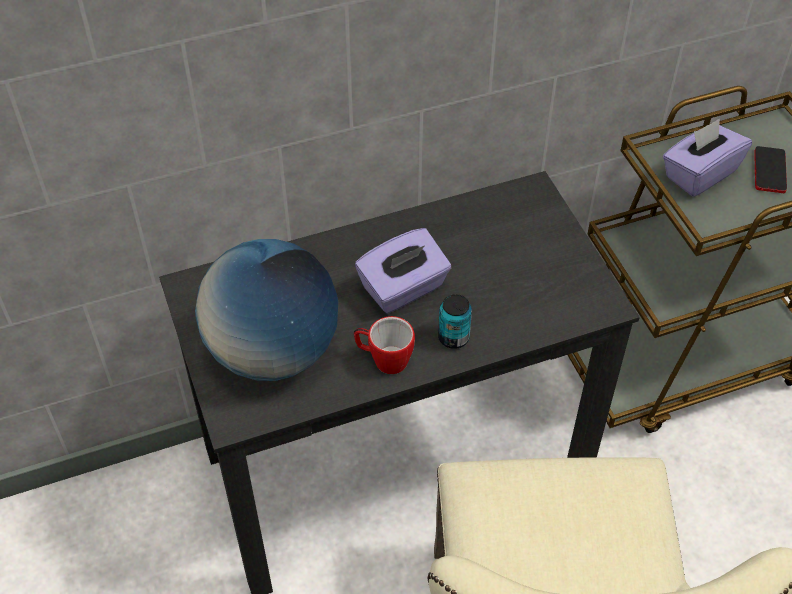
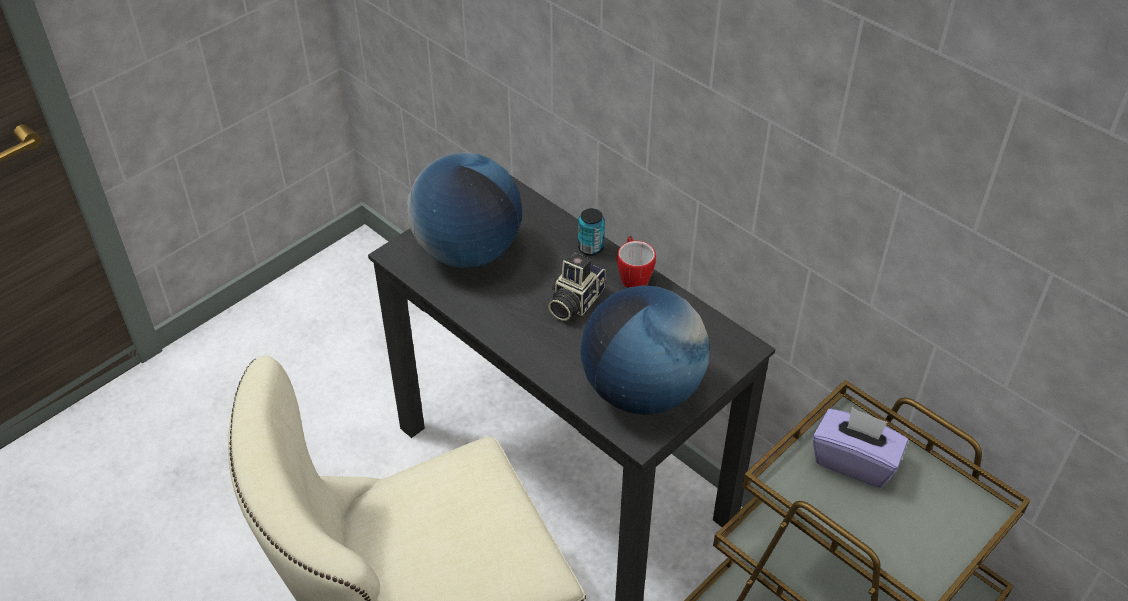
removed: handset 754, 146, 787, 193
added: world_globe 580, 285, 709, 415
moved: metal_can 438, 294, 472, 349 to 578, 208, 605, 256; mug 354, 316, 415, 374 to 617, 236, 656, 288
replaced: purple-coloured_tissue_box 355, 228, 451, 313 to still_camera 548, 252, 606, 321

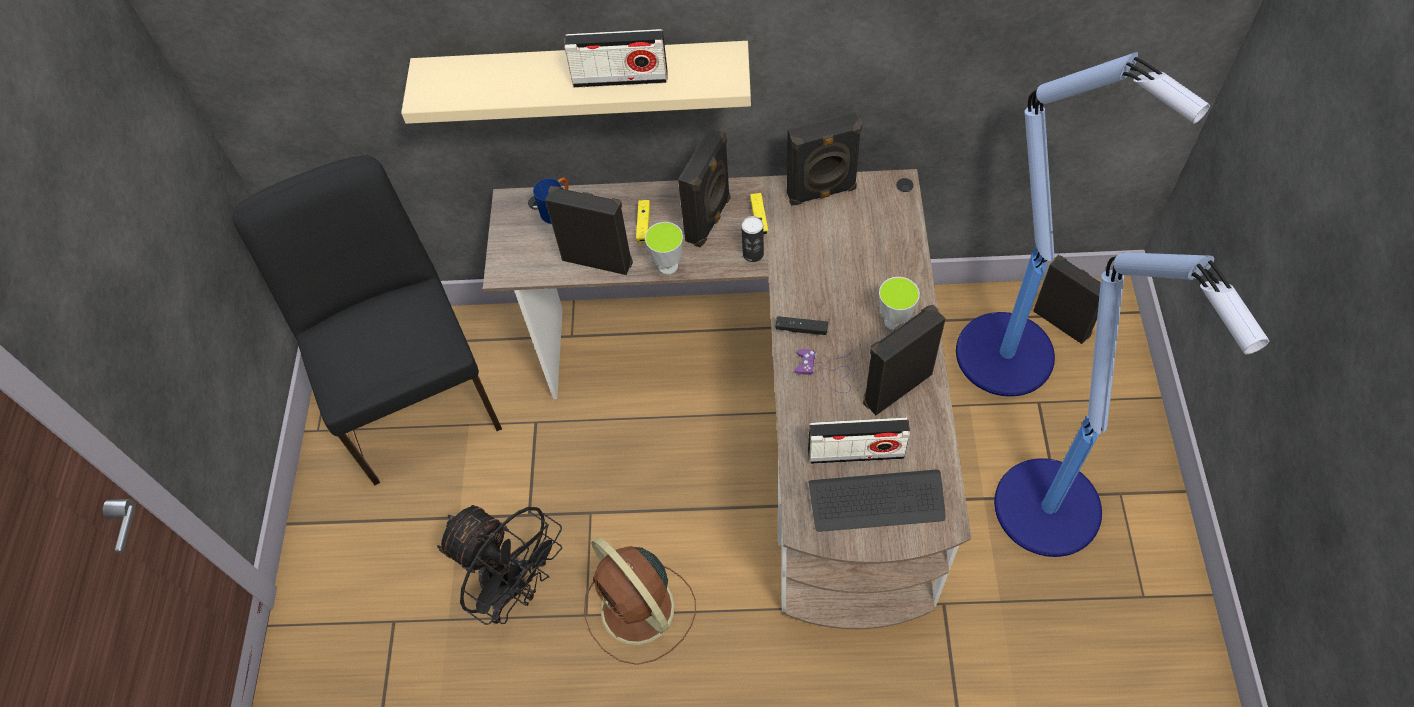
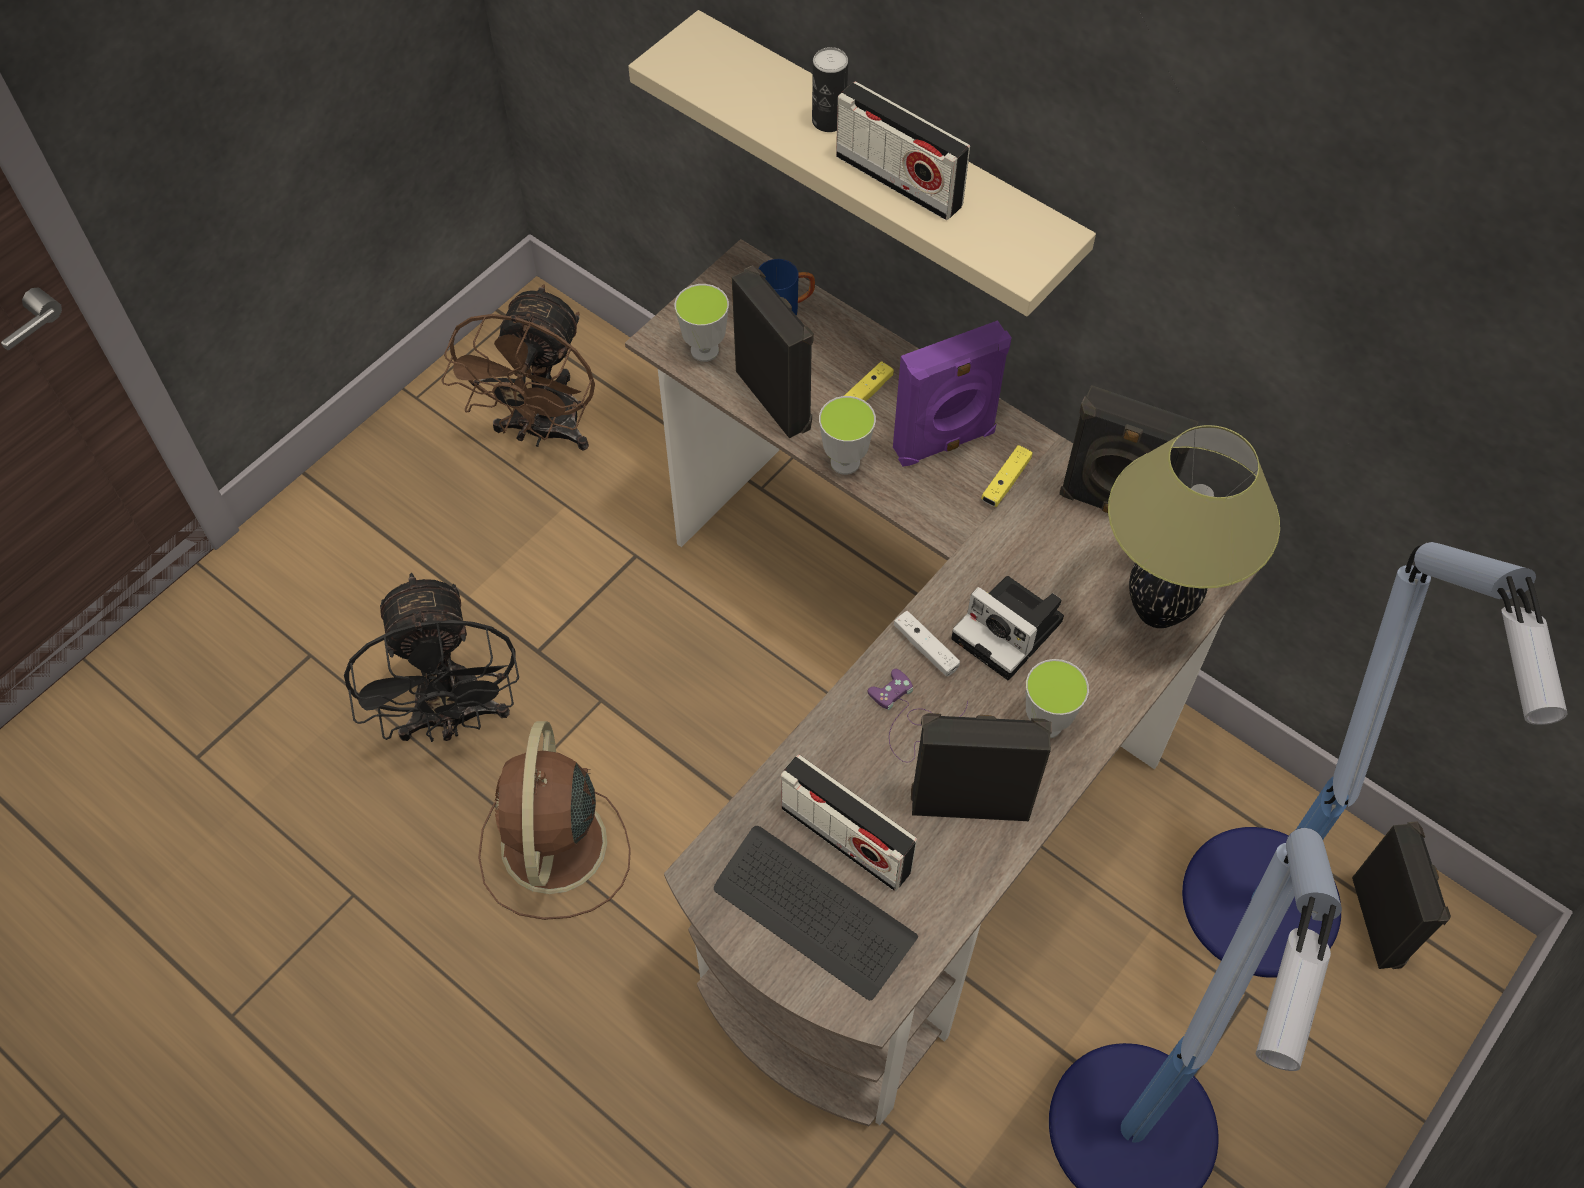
added: cup 675, 284, 729, 362; still_camera 951, 576, 1064, 680; table_lamp 1108, 425, 1280, 628
moved: metal_can 741, 216, 764, 262 to 812, 47, 848, 132
replaced: black_upright_chair 233, 155, 502, 485 to brown_cooling_fan 441, 284, 595, 451
recoloured: black_speaker 678, 128, 731, 247 to purple-coloured_speaker 893, 320, 1012, 466; black_gamepad 776, 316, 828, 335 to white-coloured_gamepad 894, 611, 960, 677

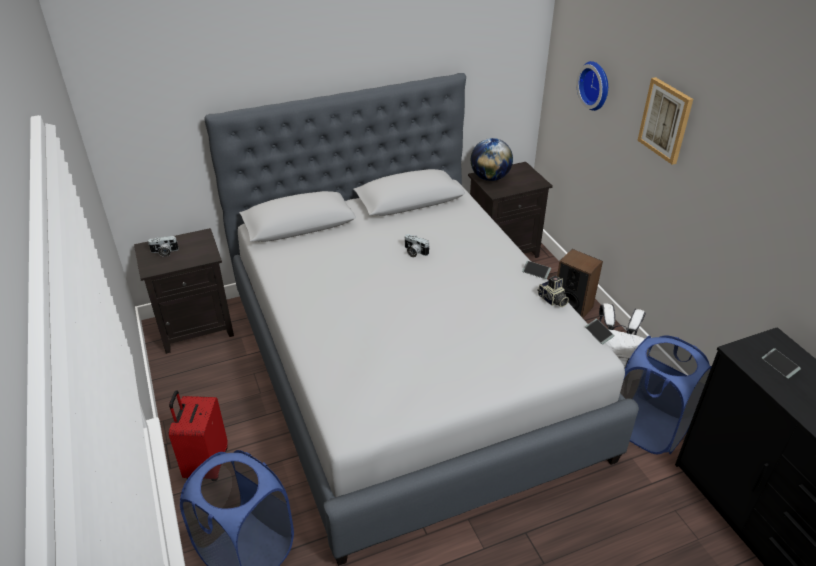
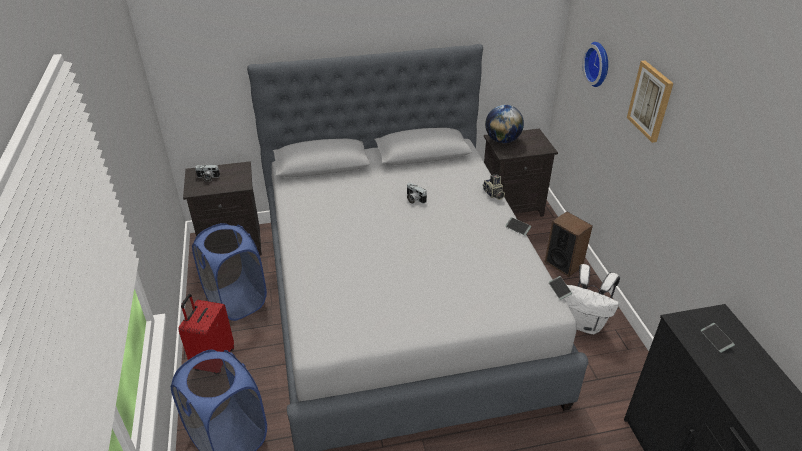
moved: bluish_hamper 620, 335, 712, 454 to 192, 223, 267, 321; still_camera 537, 275, 569, 307 to 482, 174, 505, 200

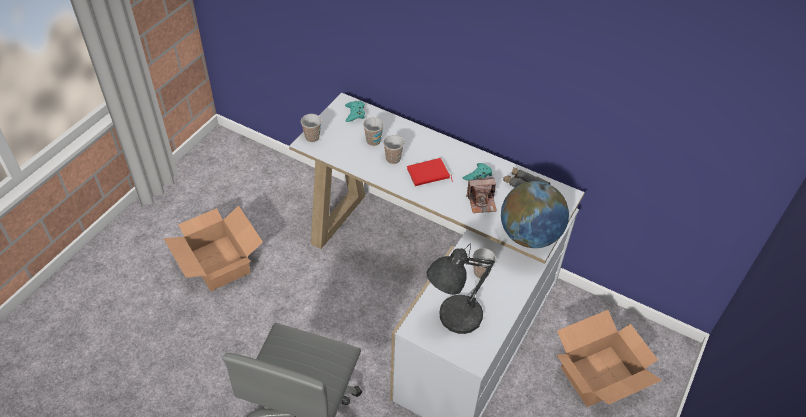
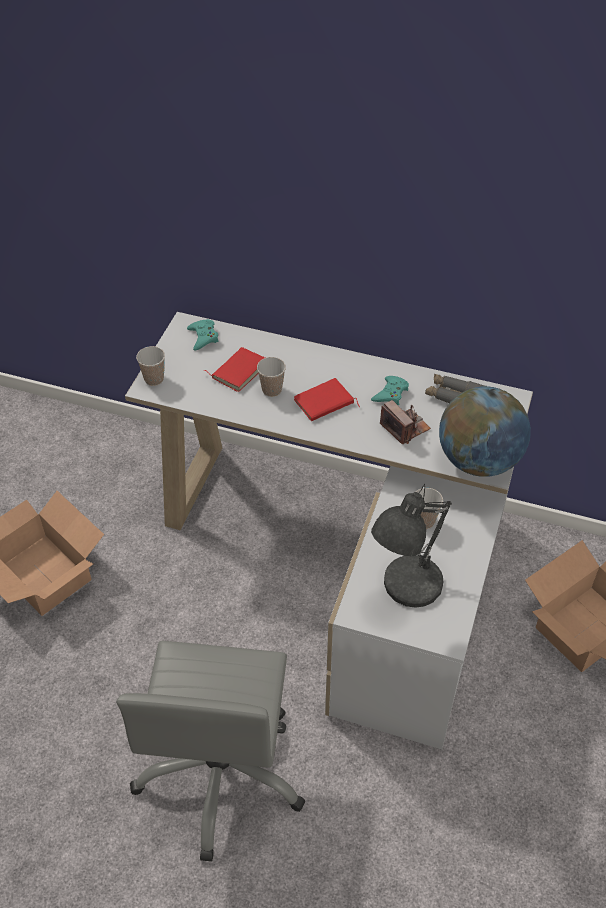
replaced: cup 363, 117, 384, 146 to red-coloured_book 204, 347, 265, 392
turned: still_camera 466, 177, 497, 213 = 380, 400, 431, 444 105 degrees counterclockwise

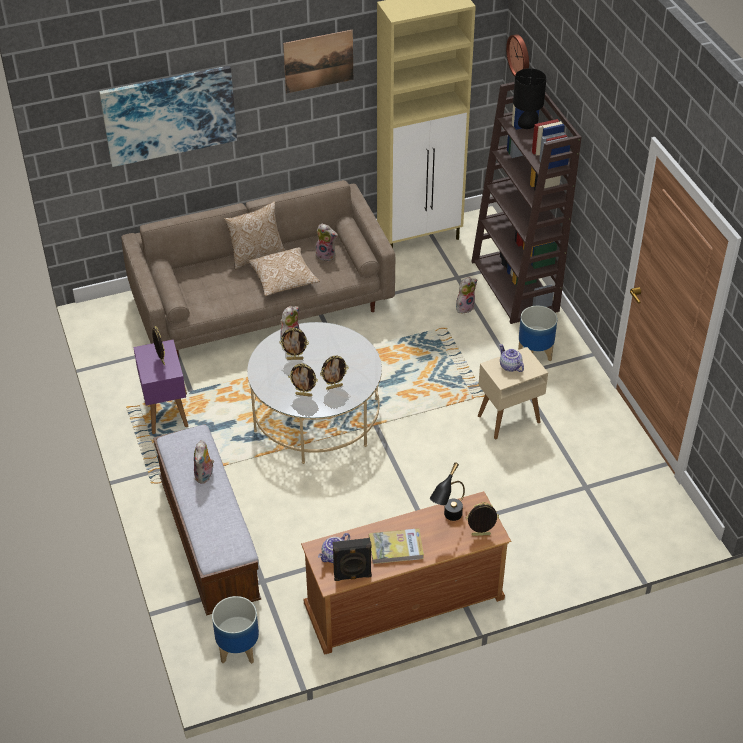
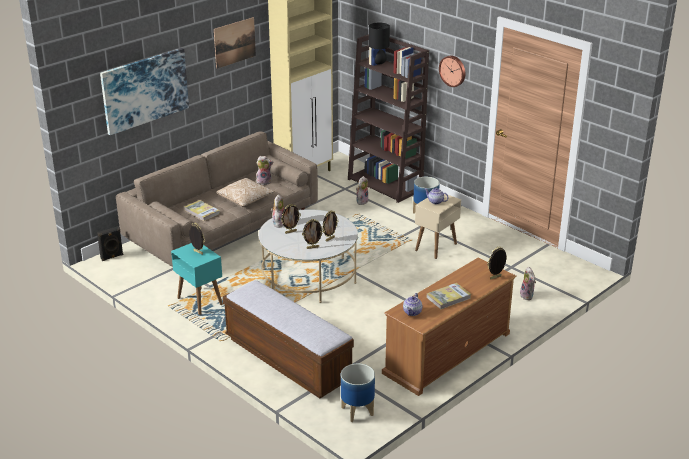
removed: pillow 224, 202, 286, 269; black_table_lamp 430, 463, 465, 521
added: book 184, 200, 220, 221
moved: black_speaker 333, 538, 372, 581 to 97, 226, 123, 261; wall_clock 506, 34, 529, 77 to 439, 56, 465, 87; soft_toy 194, 440, 214, 484 to 520, 267, 536, 300
recoloured: purple-coloured_accent_table 133, 340, 188, 434 to blue-green_accent_table 171, 243, 223, 315

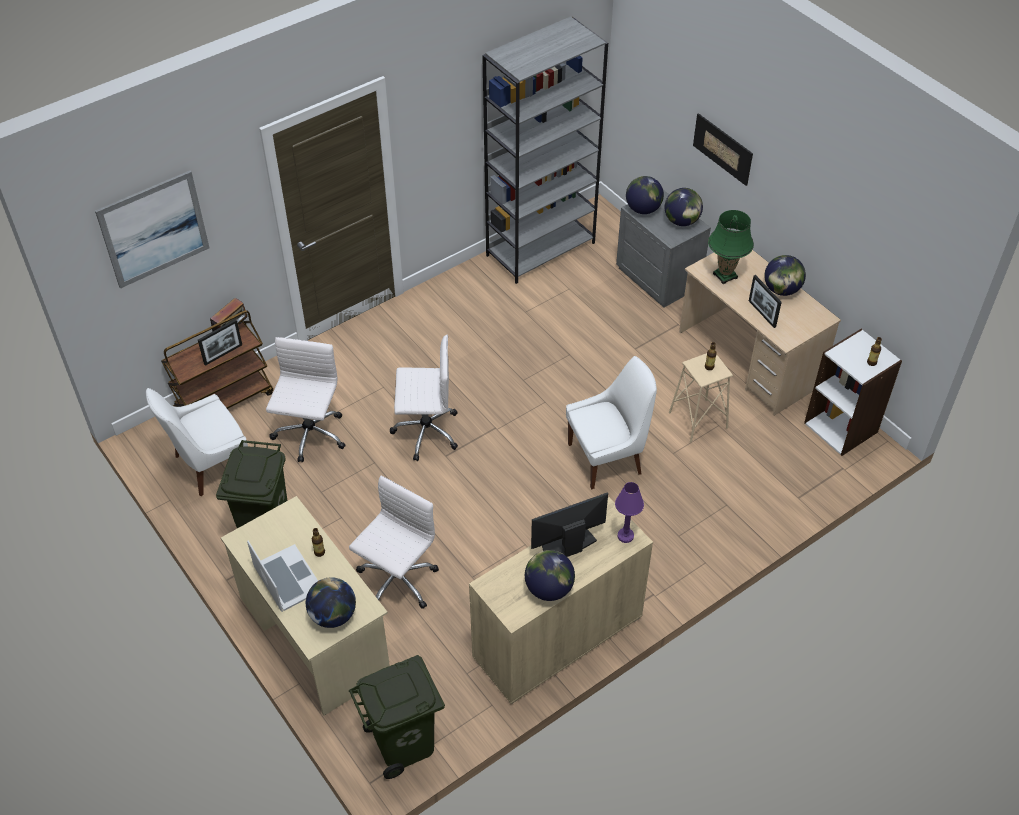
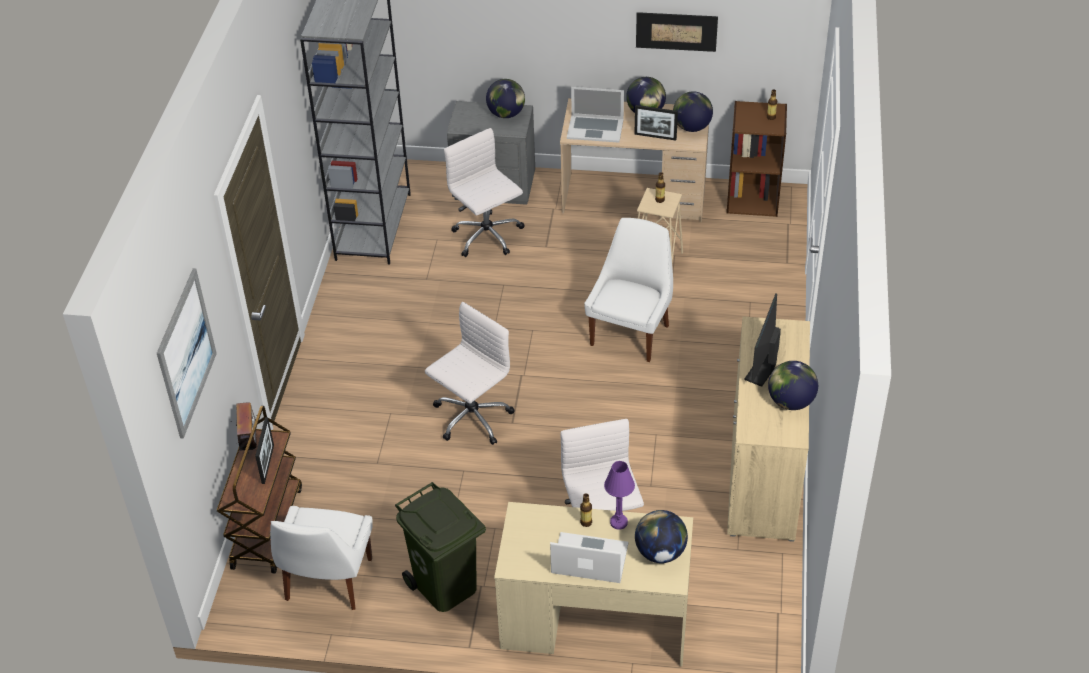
removed: greenish_trash_can 349, 655, 445, 779
moved: white-coloured_office_chair 266, 337, 346, 463 to 444, 128, 524, 257; purple-coloured_table_lamp 615, 482, 644, 543 to 604, 461, 635, 530; wall_picture 693, 113, 753, 186 to 636, 12, 718, 52; world_globe 626, 176, 664, 214 to 673, 91, 713, 132
replaced: greenish_table_lamp 708, 210, 754, 284 to laptop 567, 87, 624, 143
recoloured: white-coloured_bookshelf 804, 329, 902, 456 to brown_bookshelf 726, 101, 787, 217

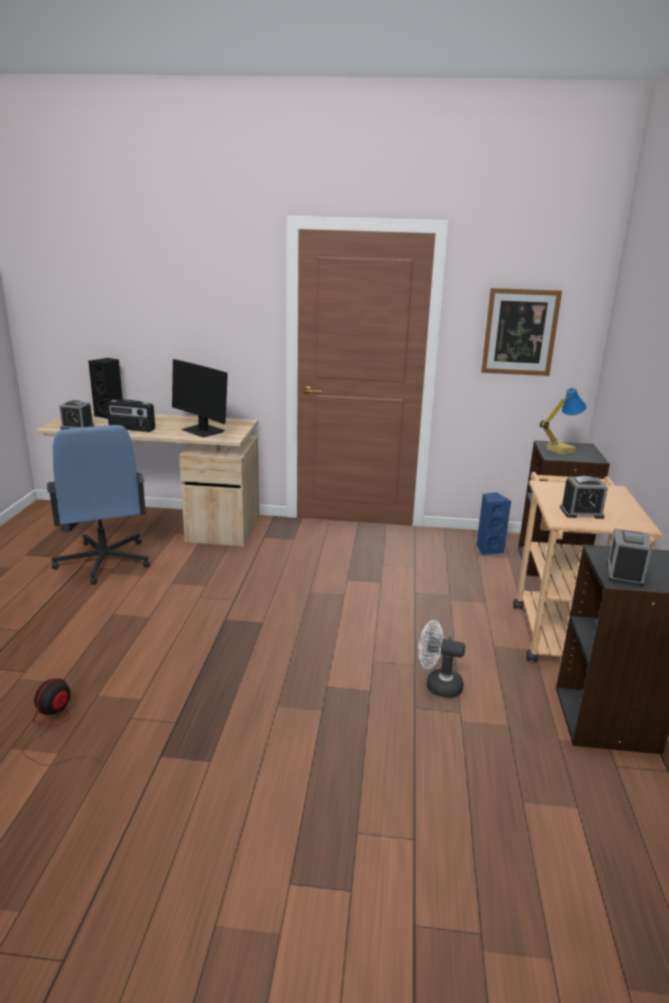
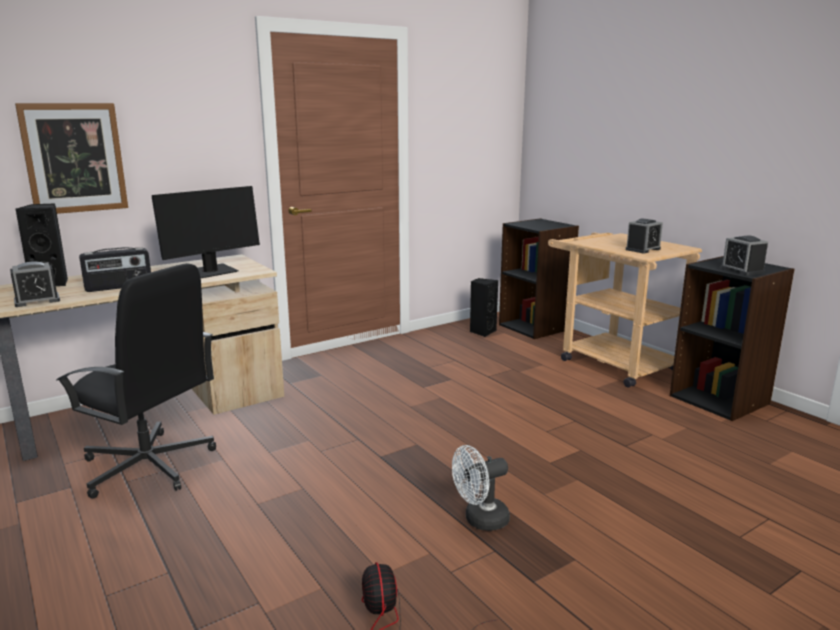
removed: table_lamp 540, 388, 587, 455
moved: wall_picture 481, 288, 562, 376 to 15, 103, 128, 214; white-coloured_cooling_fan 418, 620, 465, 698 to 452, 445, 510, 531
recoloured: bluish_office_chair 47, 425, 150, 584 to black_office_chair 56, 263, 216, 499; bluish_speaker 476, 493, 511, 555 to black_speaker 470, 278, 498, 337
turned: computer_screen 172, 359, 228, 437 = 152, 186, 260, 278 45 degrees counterclockwise

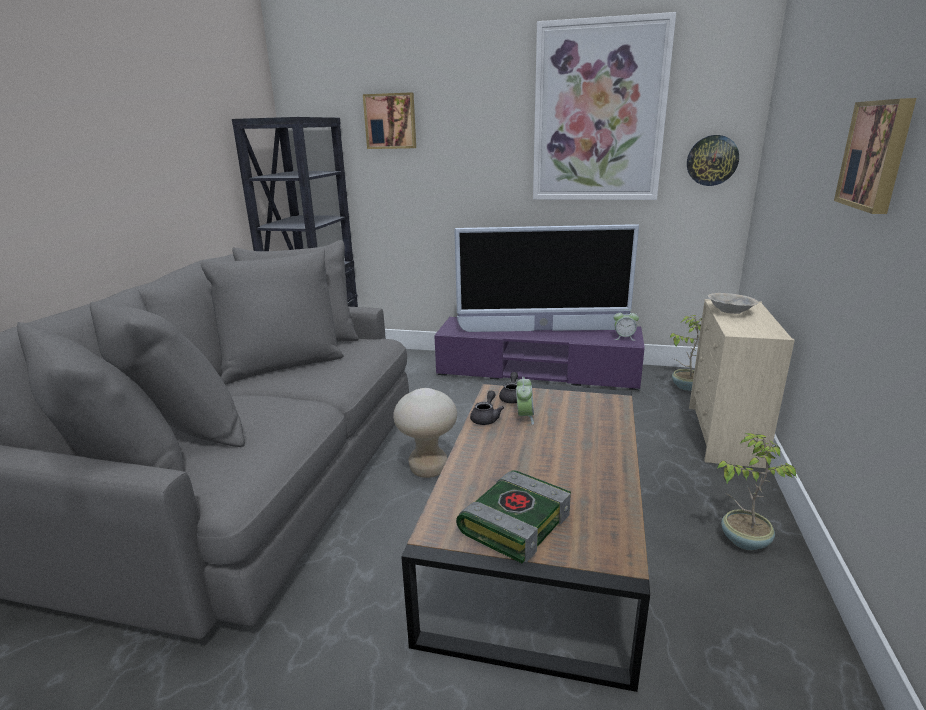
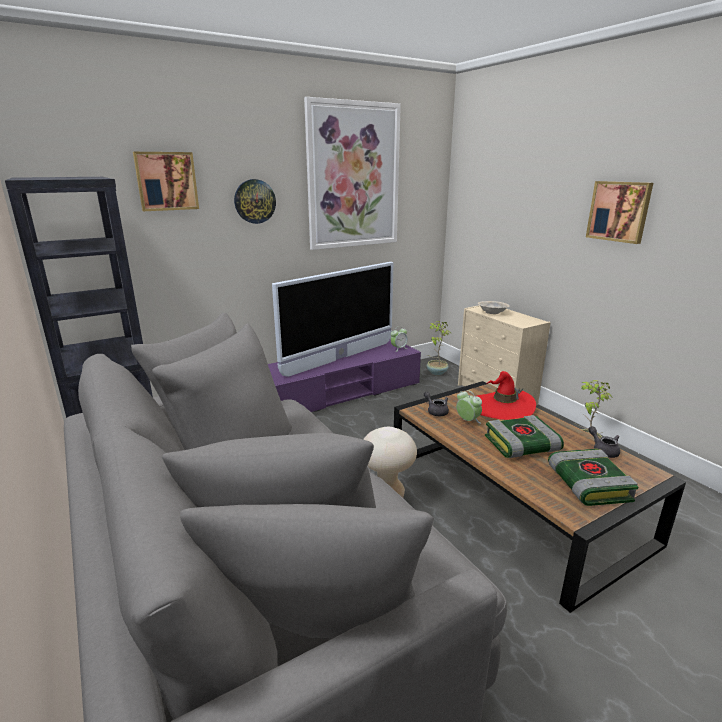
added: red-coloured_wearable_hat 477, 371, 536, 420; book 485, 415, 564, 458
moved: wall_clock 687, 135, 739, 186 to 234, 179, 276, 224; grey_tea_pot 470, 391, 504, 425 to 588, 426, 620, 458

